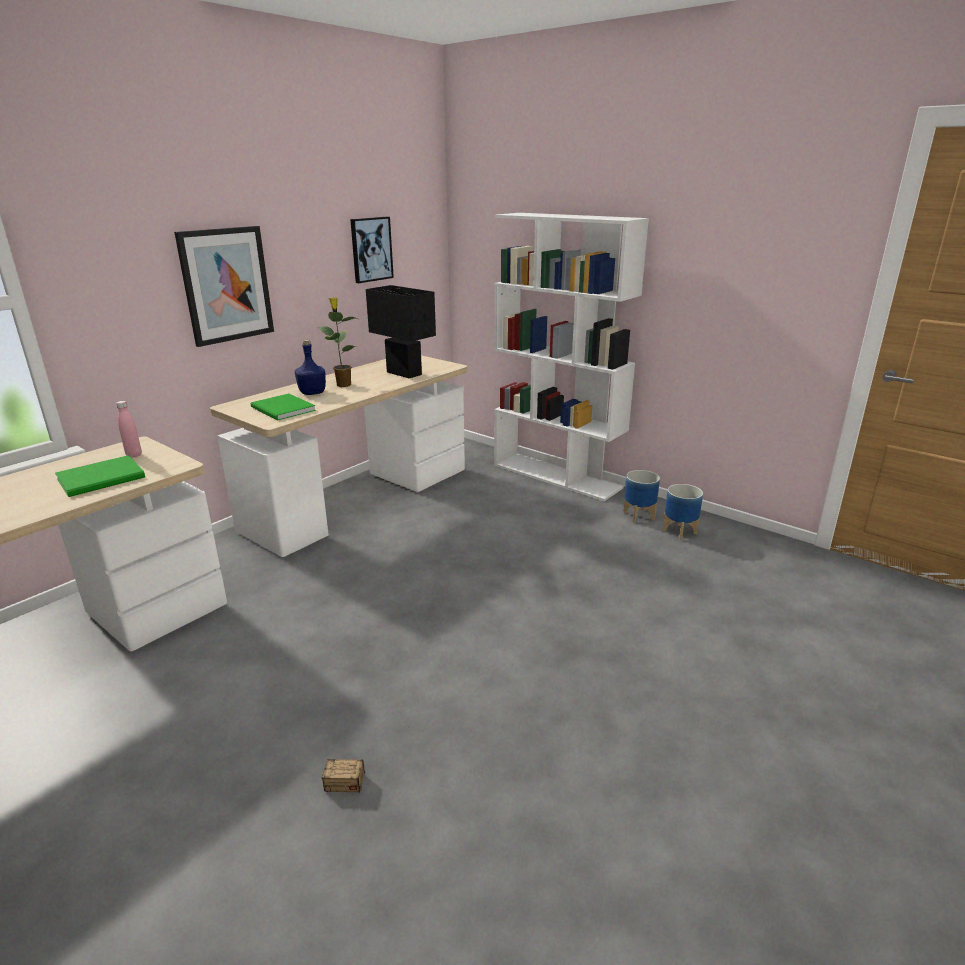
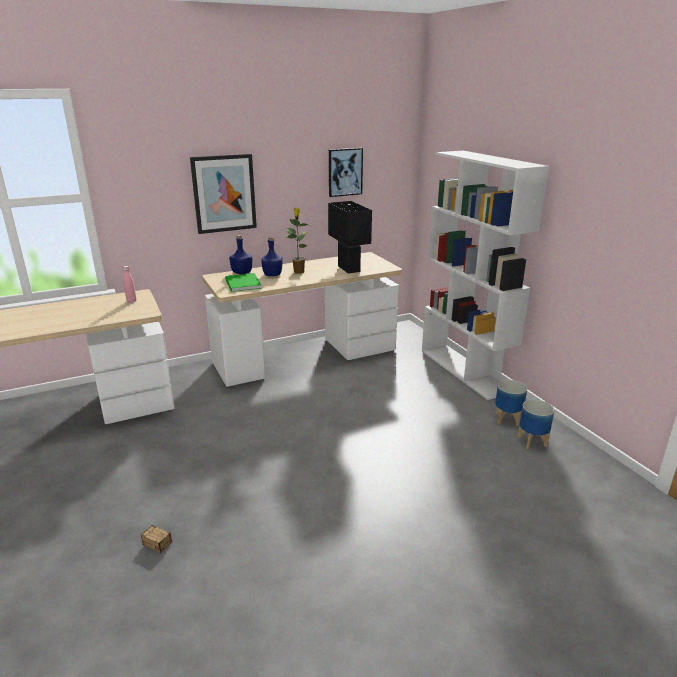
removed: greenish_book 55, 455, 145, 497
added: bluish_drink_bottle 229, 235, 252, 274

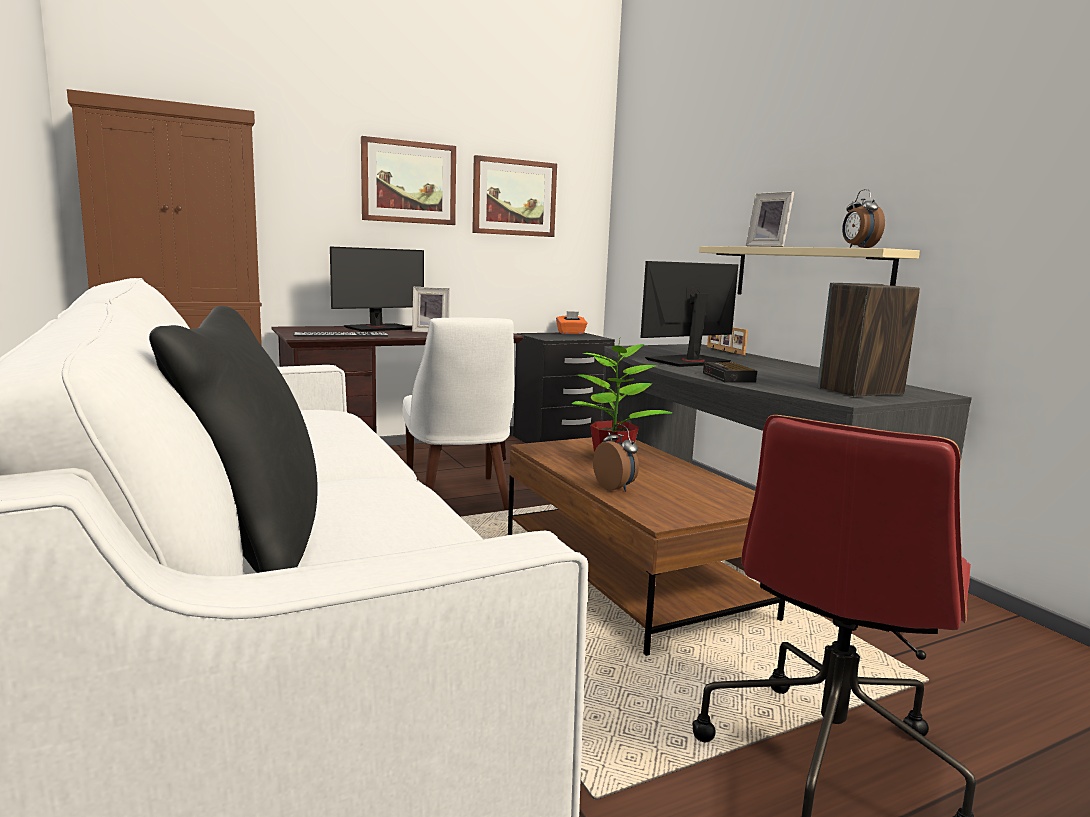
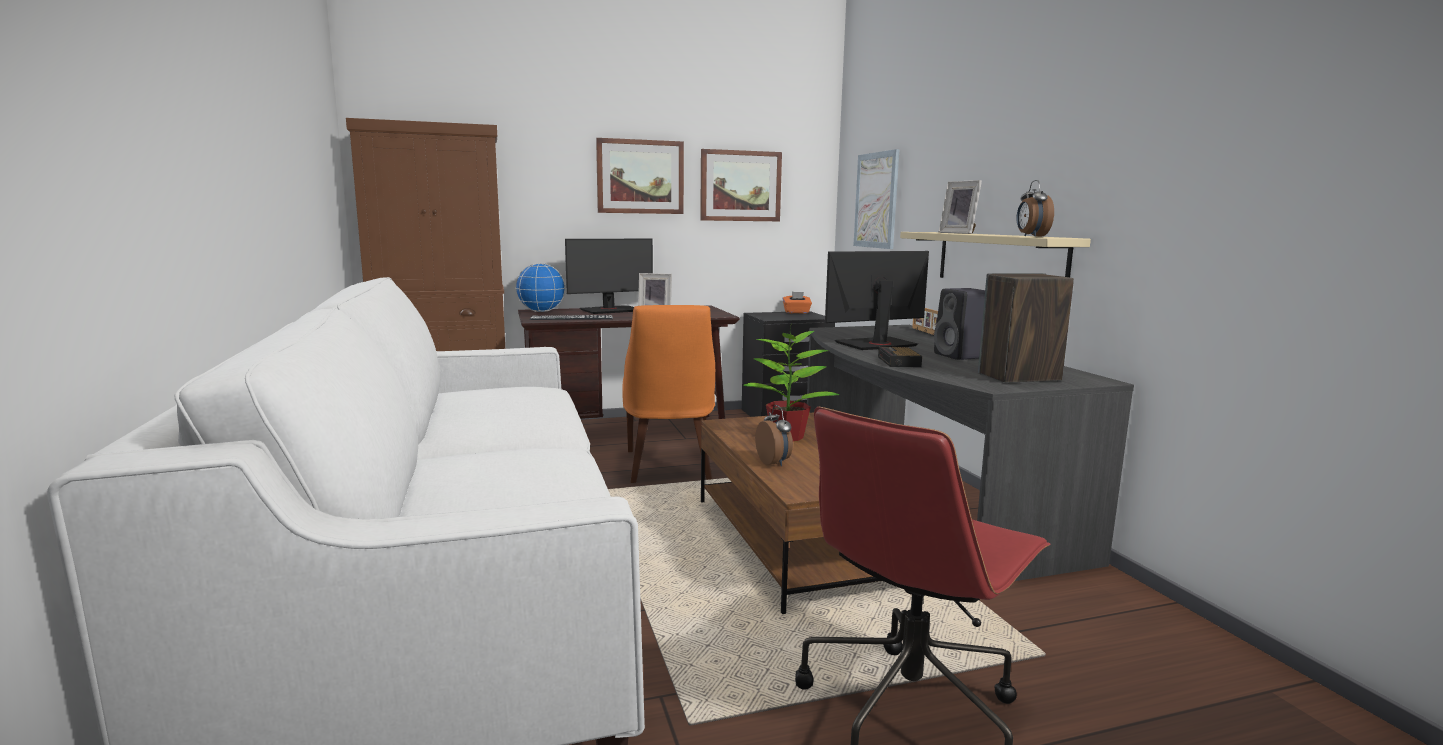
removed: black_pillow 149, 306, 318, 573
added: world_globe 516, 263, 565, 312; wall_picture 853, 149, 899, 249; black_speaker 934, 288, 985, 360
recoloured: white-coloured_upright_chair 403, 318, 514, 511 to orange_upright_chair 623, 305, 715, 483

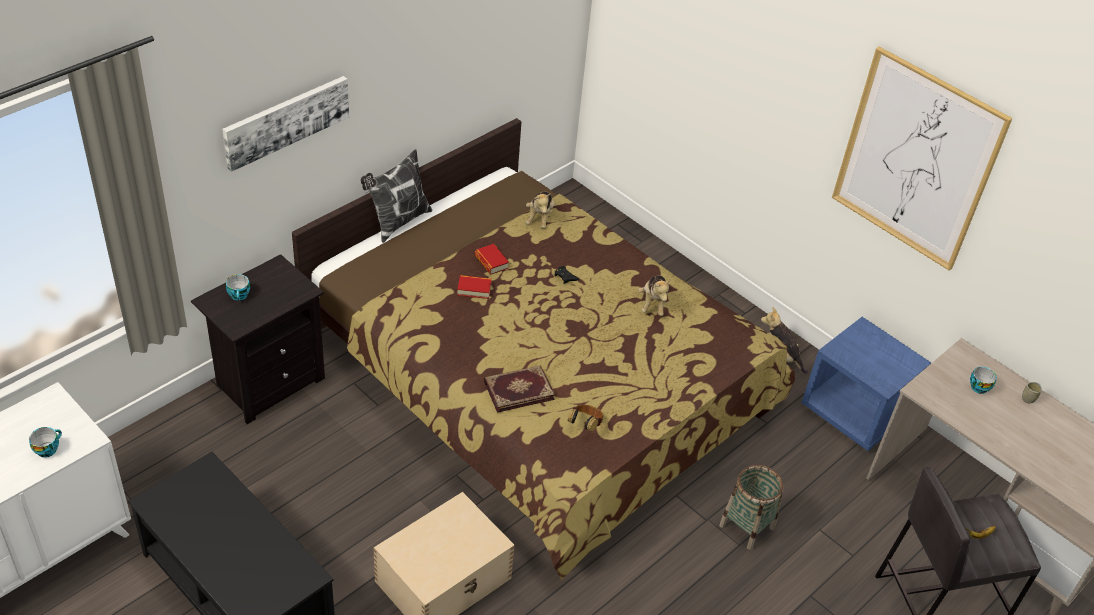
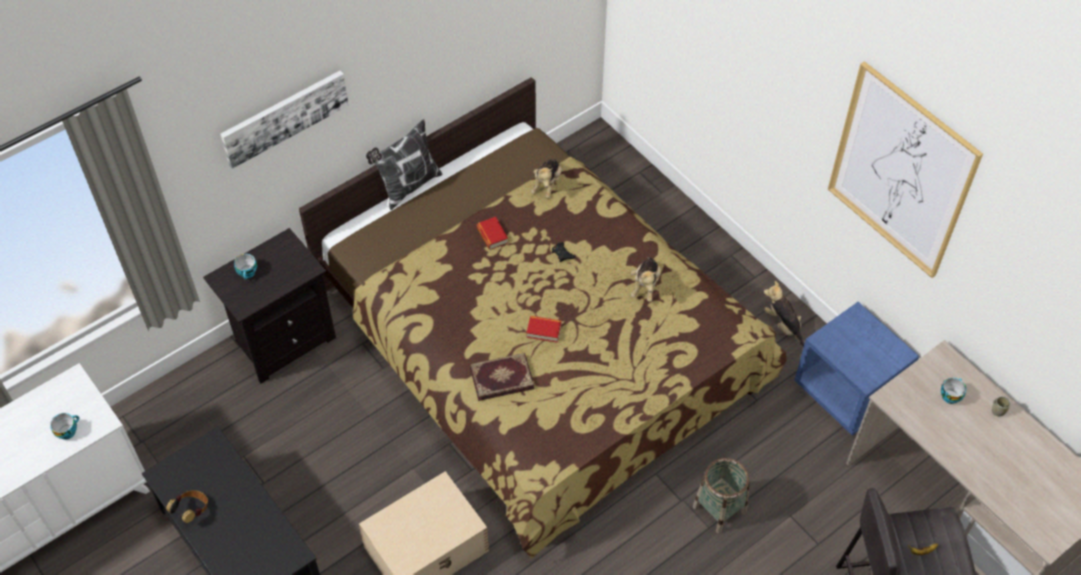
moved: headset 568, 405, 603, 431 to 166, 490, 208, 523; book 457, 275, 492, 299 to 526, 316, 562, 343

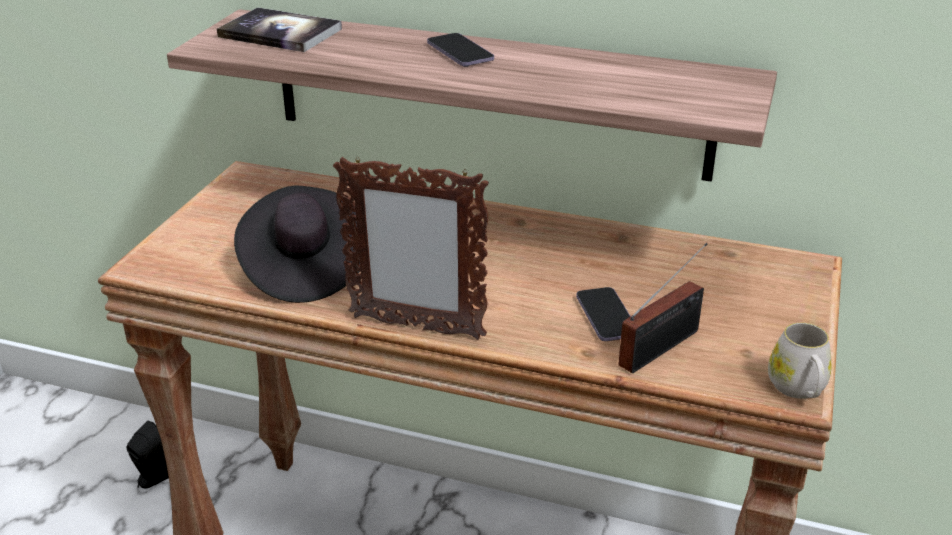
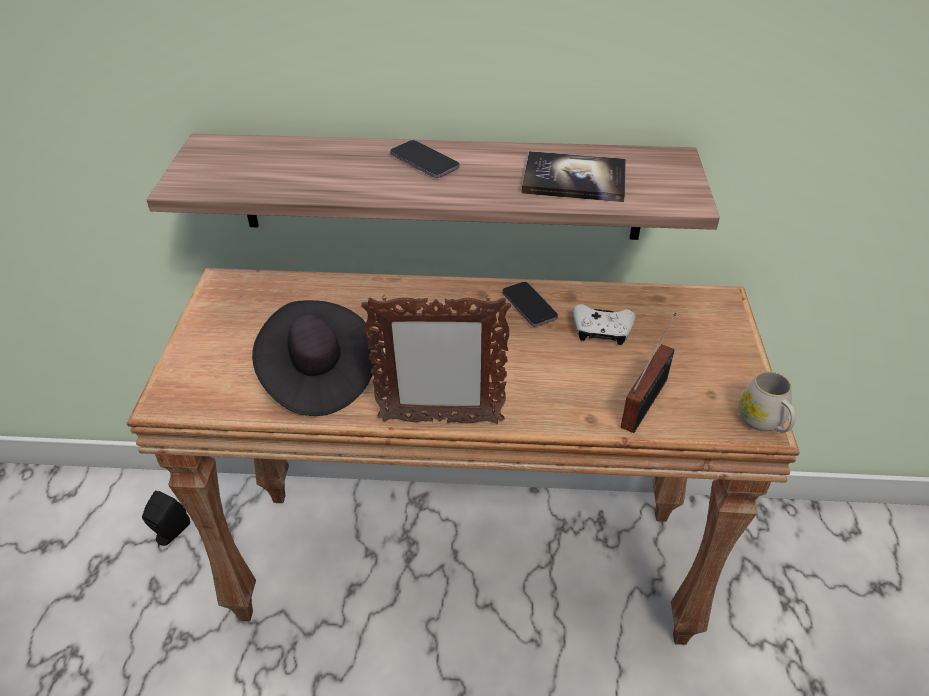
added: white-coloured_gamepad 573, 304, 635, 345
moved: handset 576, 287, 630, 341 to 502, 282, 558, 327; book 217, 8, 342, 52 to 521, 151, 626, 202

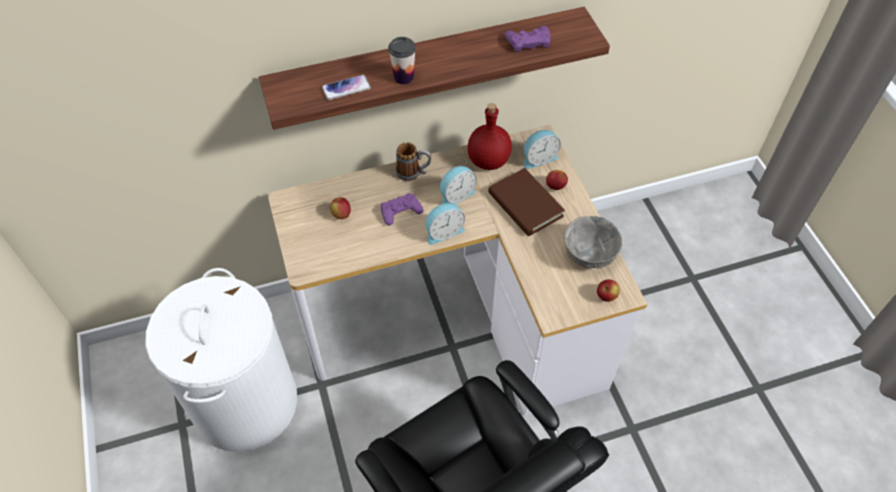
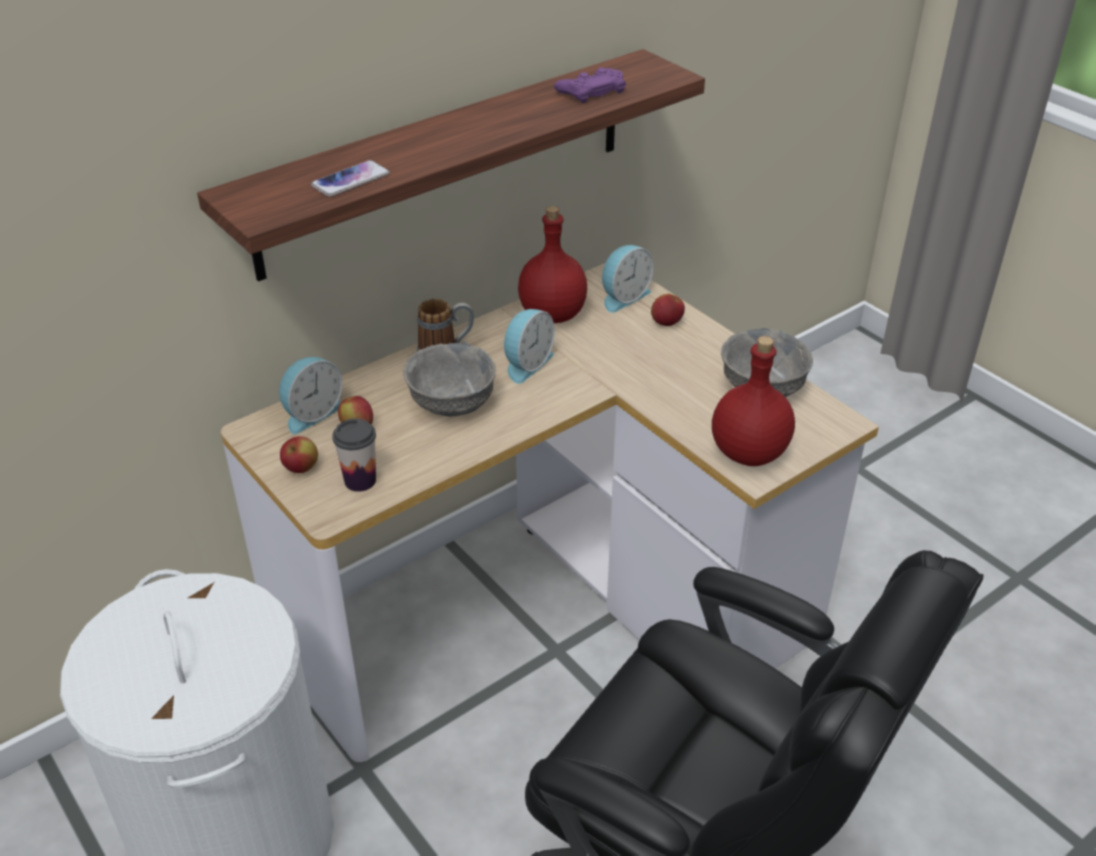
removed: brown_book 488, 168, 565, 236
added: red-coloured_drink_bottle 712, 336, 795, 466
moved: bedside_clock 426, 202, 465, 245 to 279, 357, 342, 434; whole_apple 597, 279, 620, 302 to 280, 436, 318, 473; cup 388, 37, 416, 84 to 332, 418, 376, 492
replaced: purple-coloured_gamepad 380, 193, 423, 226 to grey_bowl 403, 343, 496, 417

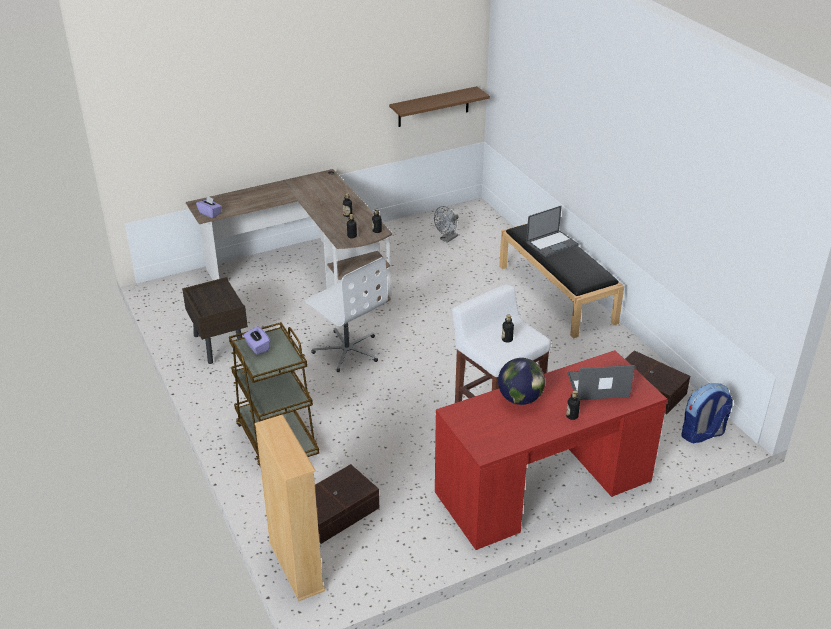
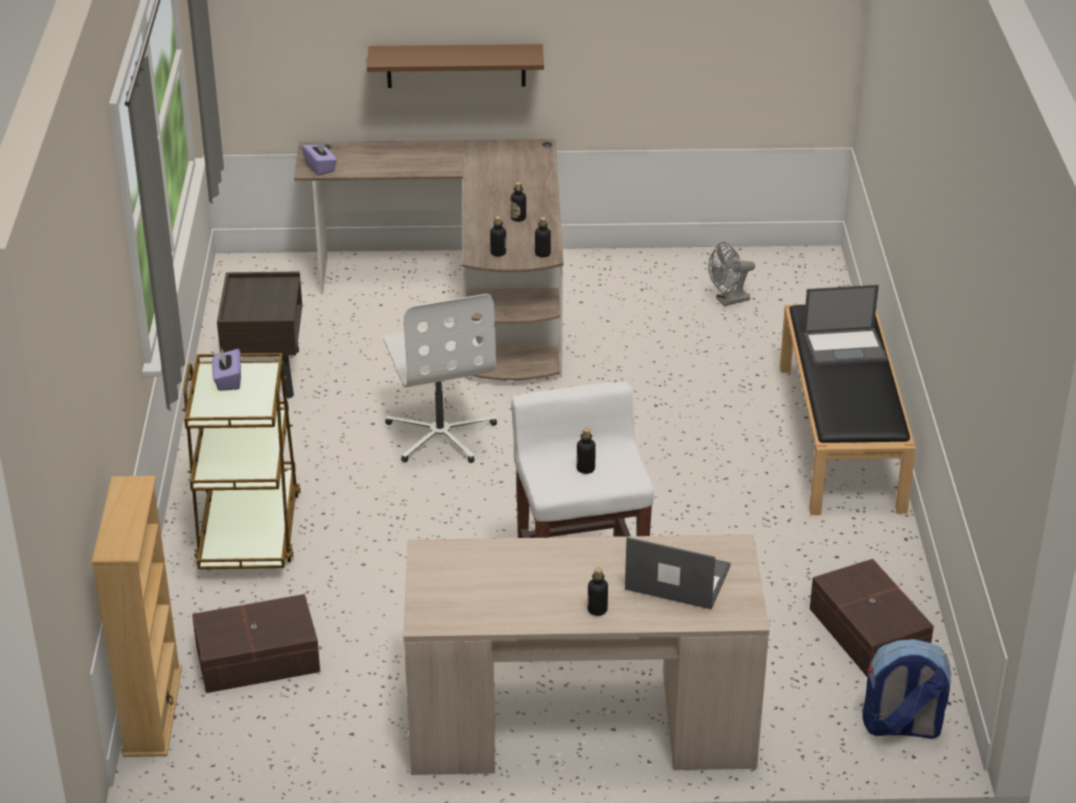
removed: world_globe 498, 358, 545, 405
moved: brown_shelf 389, 86, 490, 127 to 367, 44, 544, 88
recoloured: red-coloured_desk 435, 350, 667, 550 to beige-coloured_desk 404, 534, 769, 775

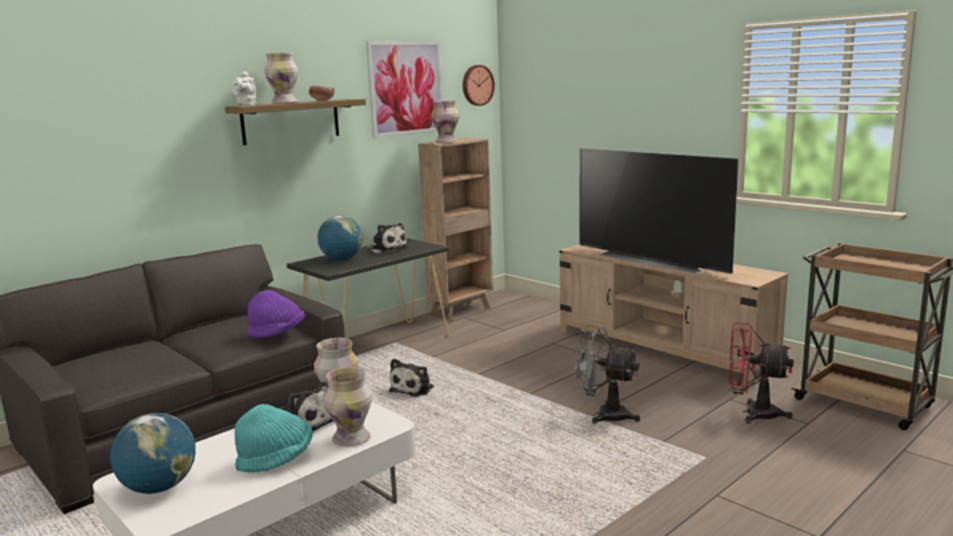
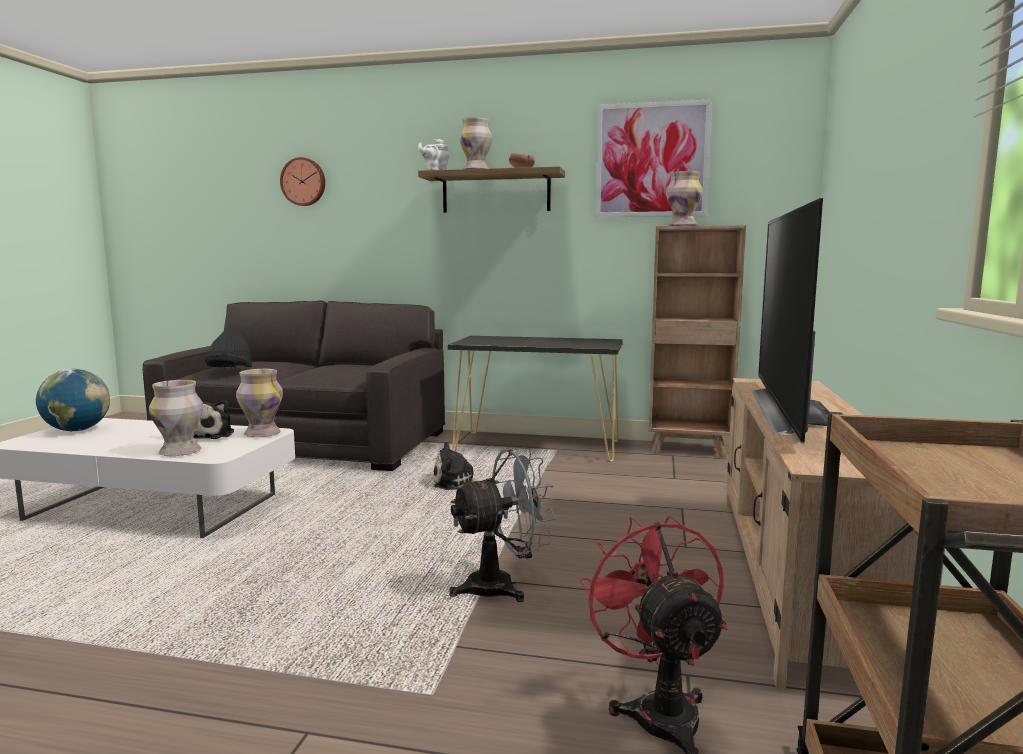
removed: blue-green_wearable_hat 235, 404, 313, 472; purple-coloured_wearable_hat 248, 290, 305, 338; world_globe 318, 215, 363, 261; soft_toy 368, 223, 408, 254
added: black_wearable_hat 205, 328, 252, 367
moved: wall_clock 463, 65, 495, 106 to 280, 157, 325, 206
turned: grey_cooling_fan 572, 325, 640, 424 = 449, 447, 556, 602 75 degrees clockwise

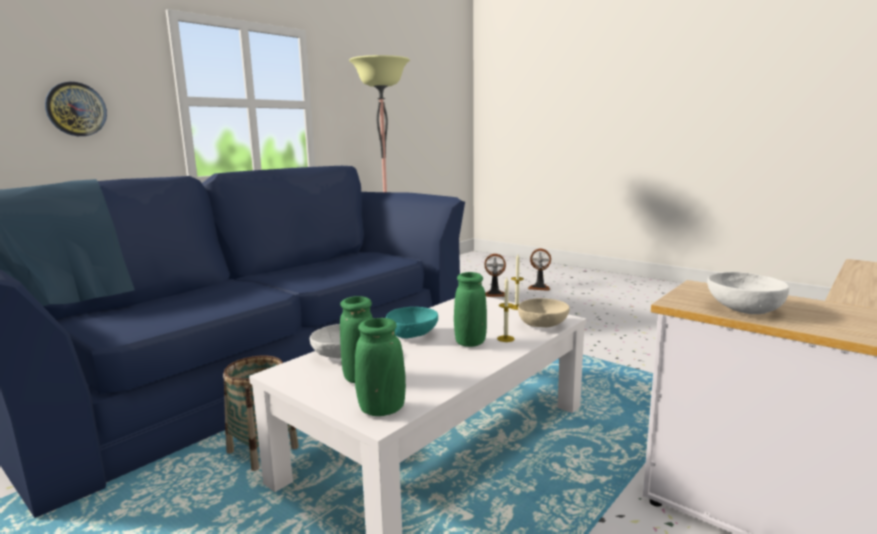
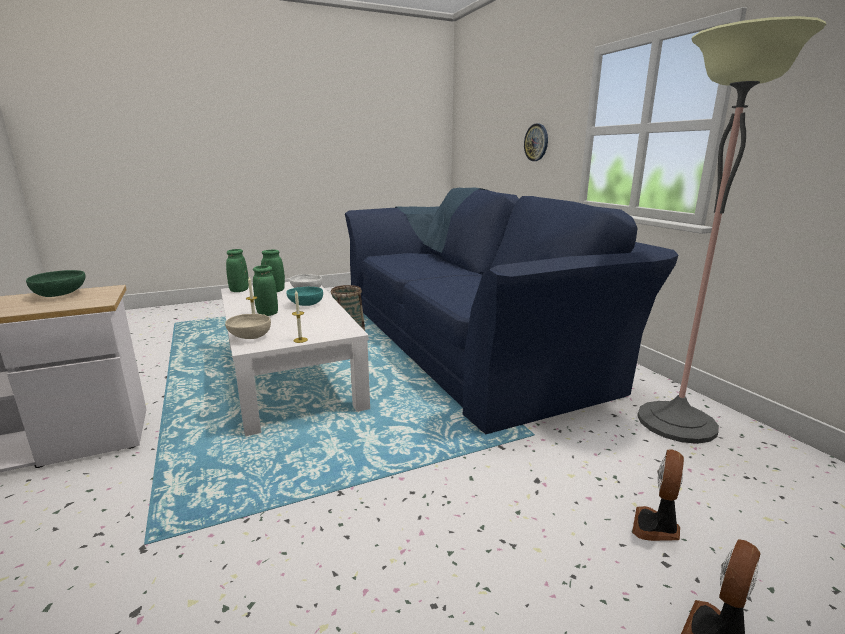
recoloured: white-coloured_bowl 707, 272, 789, 314 to greenish_bowl 26, 270, 85, 297

